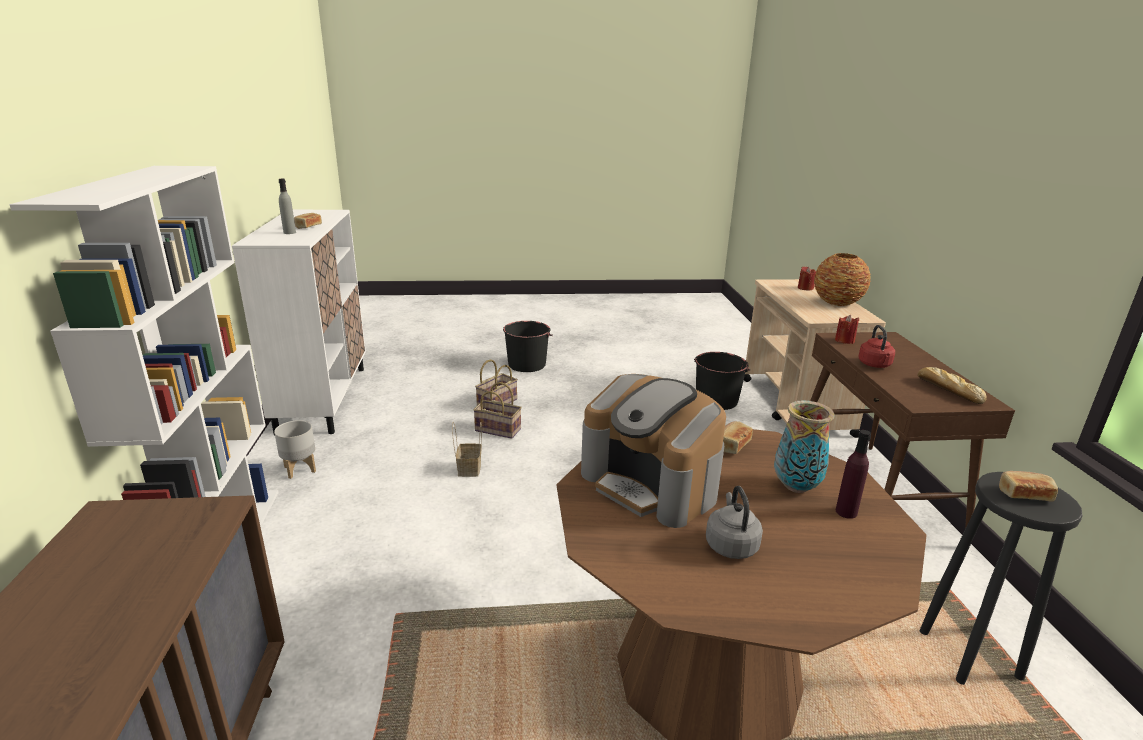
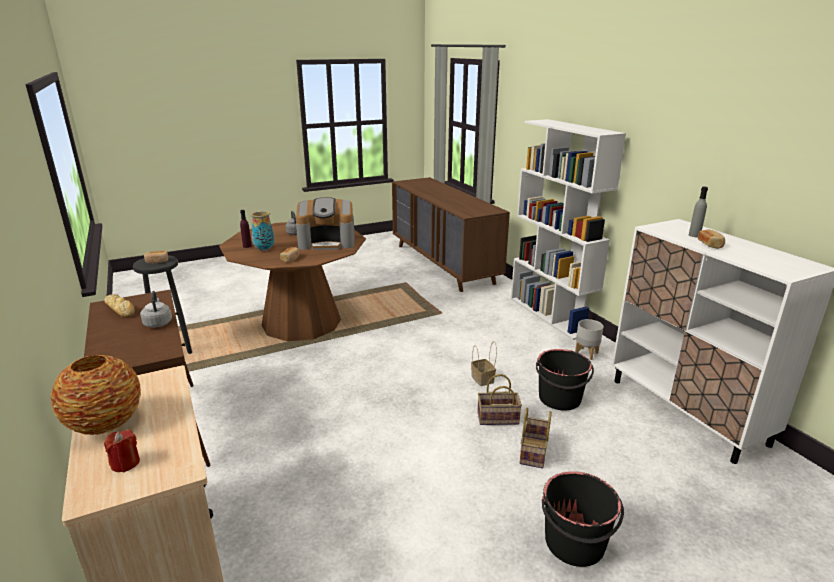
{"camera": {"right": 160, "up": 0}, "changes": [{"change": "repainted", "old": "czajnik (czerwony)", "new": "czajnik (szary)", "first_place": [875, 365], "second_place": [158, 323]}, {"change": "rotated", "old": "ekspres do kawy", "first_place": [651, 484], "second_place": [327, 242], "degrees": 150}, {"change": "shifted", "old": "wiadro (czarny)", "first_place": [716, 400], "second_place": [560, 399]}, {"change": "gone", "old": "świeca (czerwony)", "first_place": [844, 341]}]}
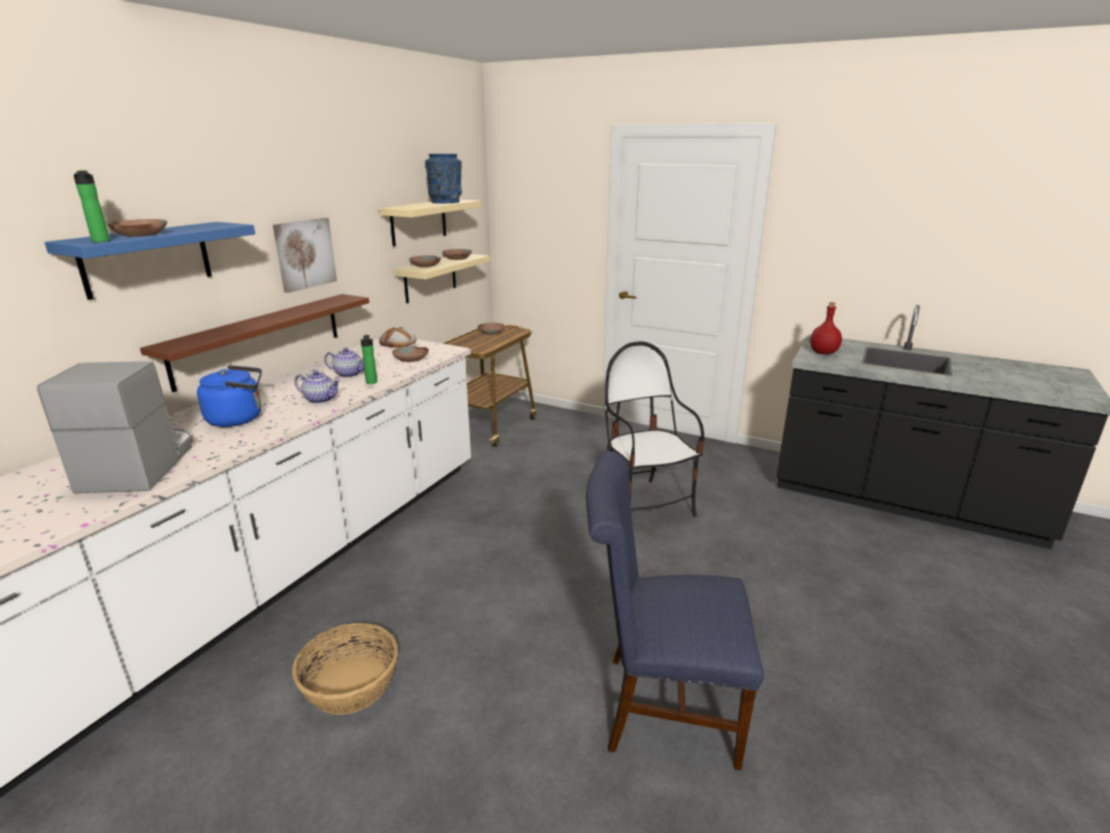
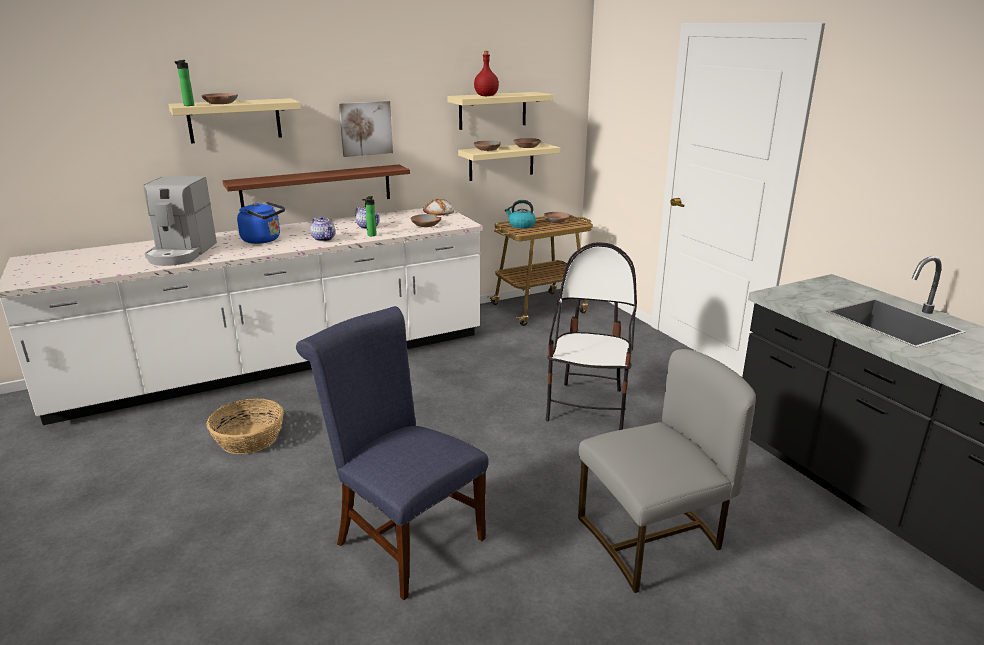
{"camera": {"right": 35, "up": 0}, "changes": [{"change": "rotated", "old": "ekspres do kawy", "first_place": [140, 465], "second_place": [181, 253], "degrees": 150}, {"change": "repainted", "old": "półka (niebieski)", "new": "półka (beżowy)", "first_place": [147, 259], "second_place": [234, 120]}, {"change": "shifted", "old": "butelka (czerwony)", "first_place": [823, 353], "second_place": [486, 96]}, {"change": "new", "new": "czajnik", "second_place": [521, 225]}, {"change": "new", "new": "krzesło (szary)", "second_place": [653, 539]}, {"change": "gone", "old": "wazon (niebieski)", "first_place": [445, 202]}]}
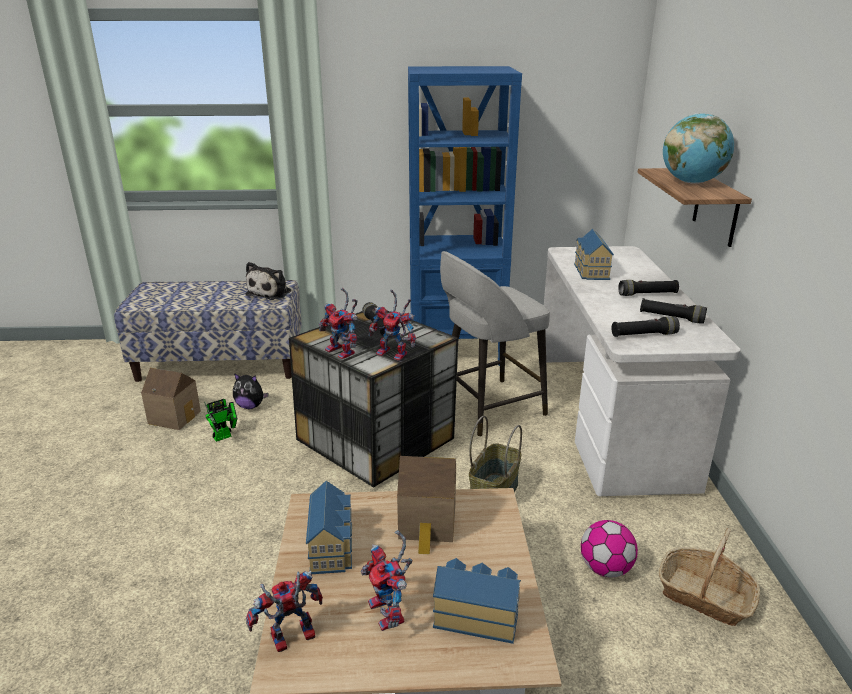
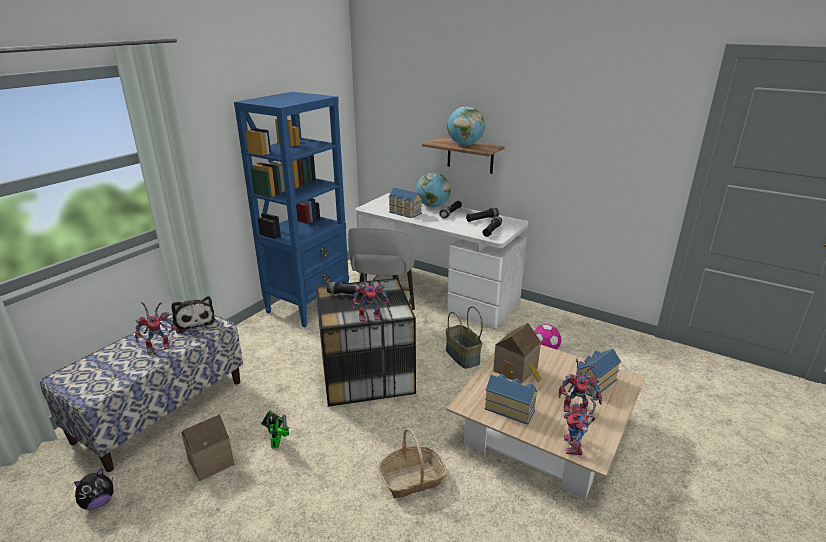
{"camera": {"right": -55, "up": 0}, "changes": [{"change": "shifted", "old": "pluszak", "first_place": [250, 406], "second_place": [98, 503]}, {"change": "shifted", "old": "robot zabawkowy", "first_place": [395, 354], "second_place": [160, 346]}, {"change": "shifted", "old": "koszyk", "first_place": [705, 596], "second_place": [412, 479]}, {"change": "new", "new": "globus", "second_place": [432, 206]}]}
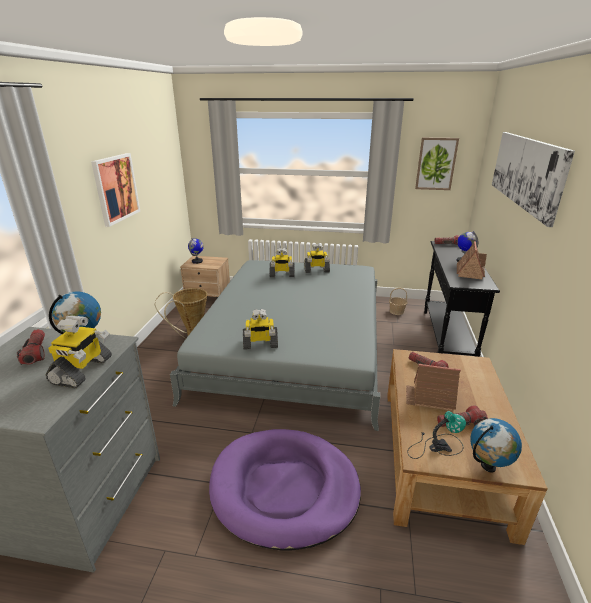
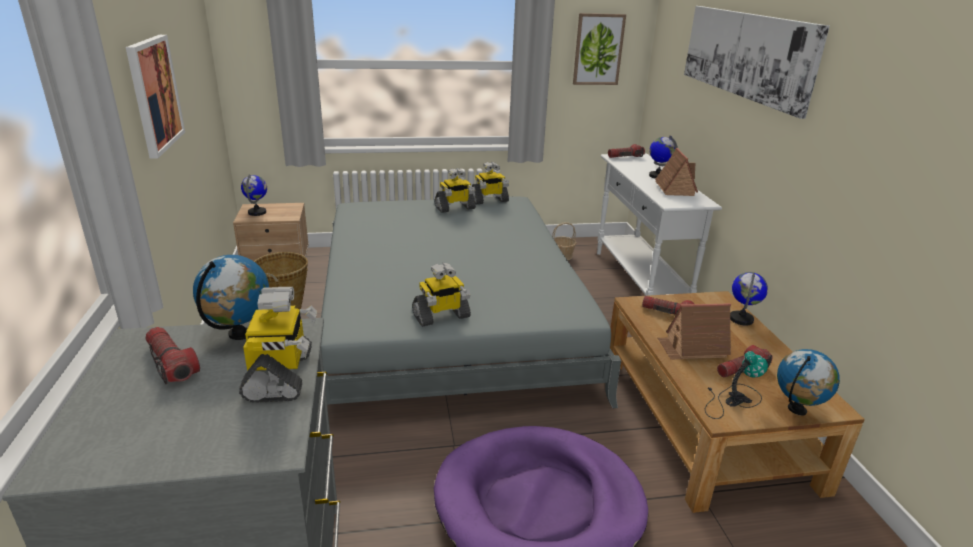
{"camera": {"right": -20, "up": 0}, "changes": [{"change": "shifted", "old": "robot zabawkowy", "first_place": [282, 275], "second_place": [489, 200]}, {"change": "repainted", "old": "stolik konsolowy (czarny)", "new": "stolik konsolowy (biały)", "first_place": [446, 337], "second_place": [639, 281]}, {"change": "new", "new": "globus", "second_place": [741, 319]}]}
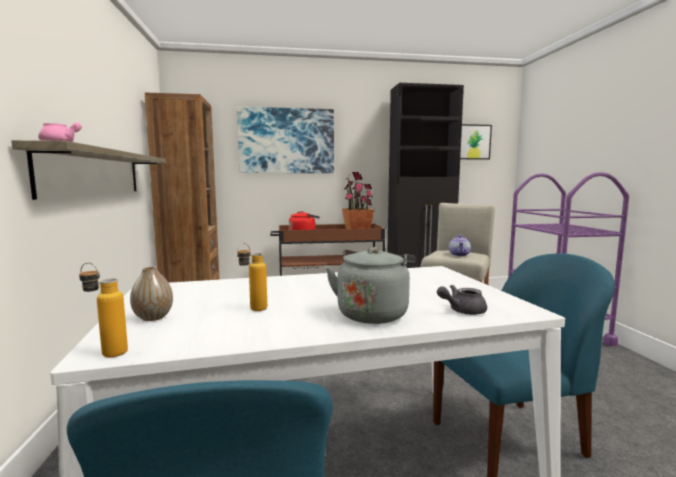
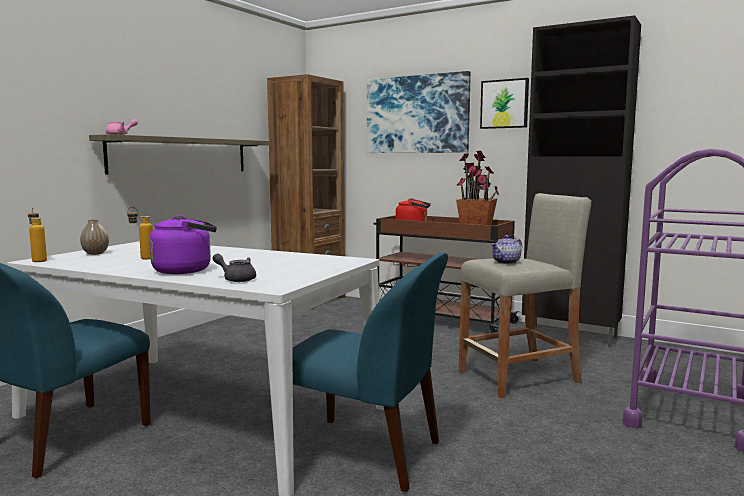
{"camera": {"right": 40, "up": 0}, "changes": [{"change": "repainted", "old": "czajnik (szary)", "new": "czajnik (fioletowy)", "first_place": [373, 313], "second_place": [186, 270]}, {"change": "shifted", "old": "obraz", "first_place": [473, 142], "second_place": [504, 104]}]}
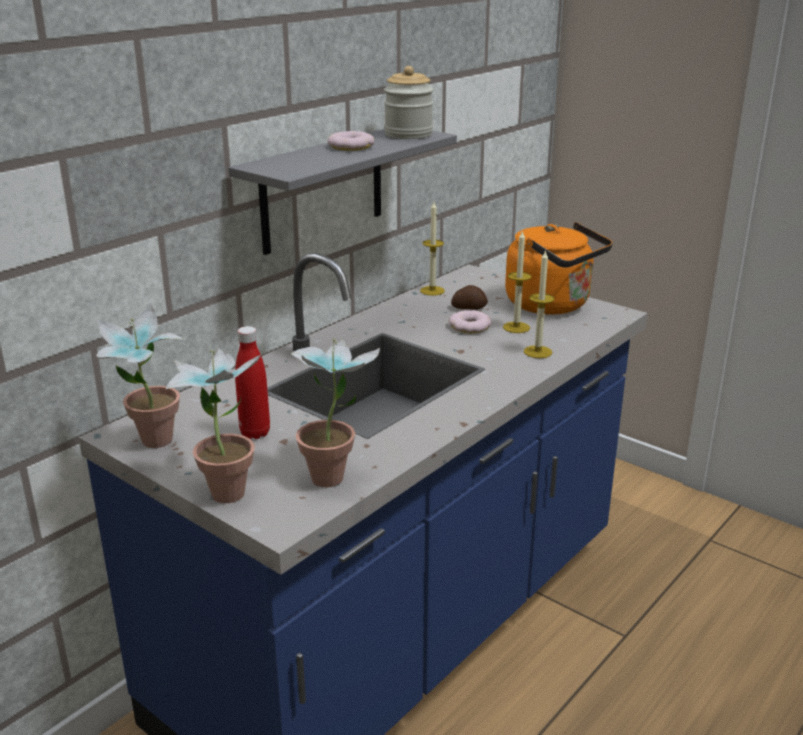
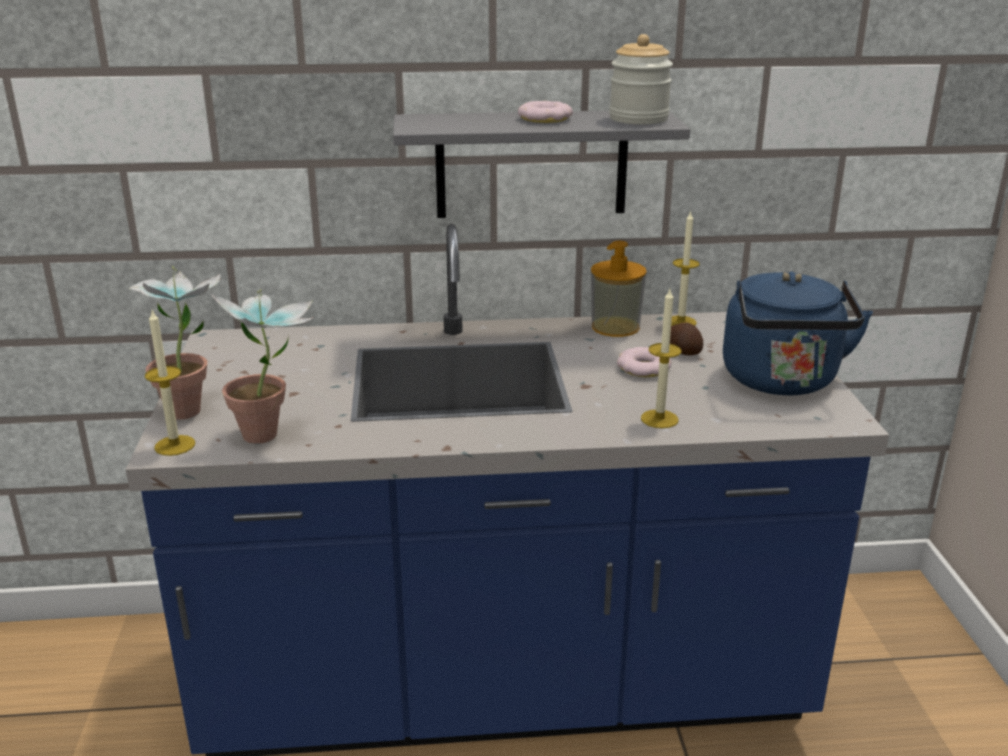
{"camera": {"right": 45, "up": 0}, "changes": [{"change": "shifted", "old": "świeca", "first_place": [516, 327], "second_place": [175, 445]}, {"change": "new", "new": "dozownik mydła", "second_place": [615, 327]}, {"change": "repainted", "old": "czajnik (pomarańczowy)", "new": "czajnik (niebieski)", "first_place": [552, 305], "second_place": [782, 382]}, {"change": "gone", "old": "roślina doniczkowa", "first_place": [151, 446]}, {"change": "gone", "old": "butelka (czerwony)", "first_place": [255, 433]}]}
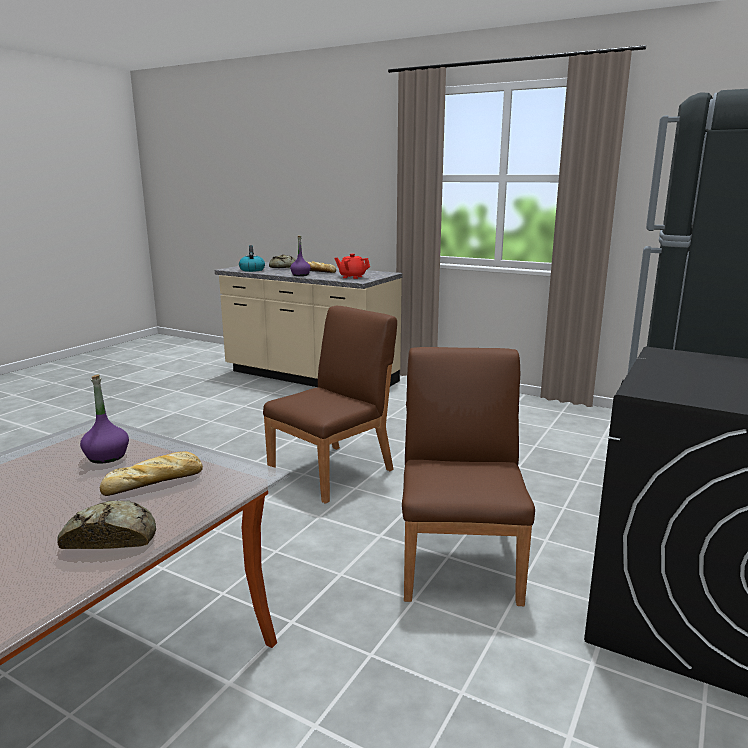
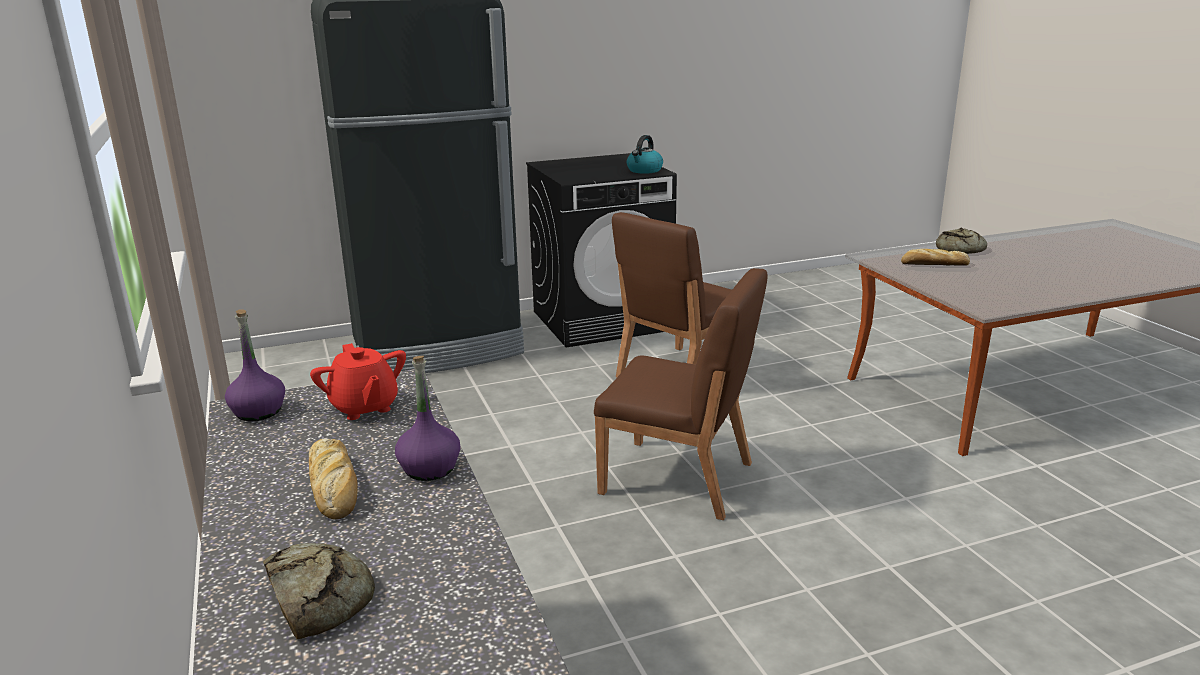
{"camera": {"right": -140, "up": 5}, "changes": [{"change": "shifted", "old": "butelka (fioletowy)", "first_place": [106, 456], "second_place": [259, 412]}, {"change": "rotated", "old": "krzesło (brązowy)", "first_place": [333, 472], "second_place": [678, 479], "degrees": -150}, {"change": "shifted", "old": "czajnik", "first_place": [252, 270], "second_place": [644, 170]}]}
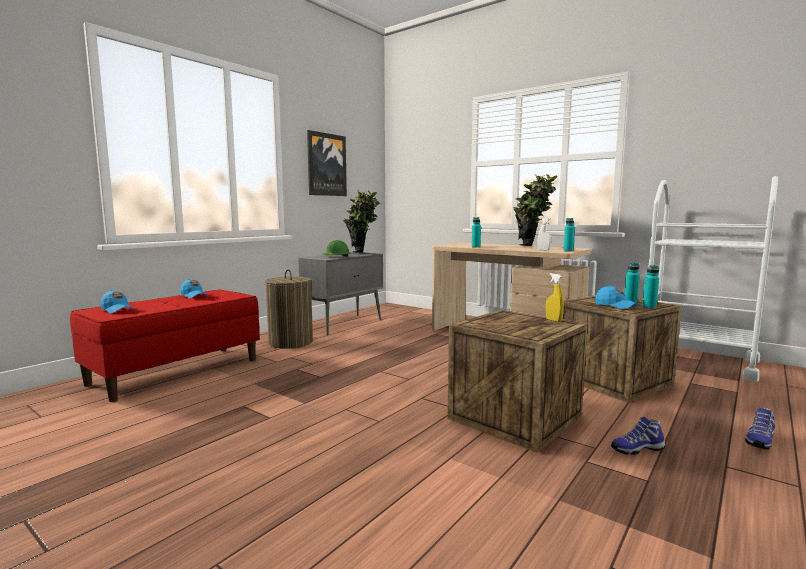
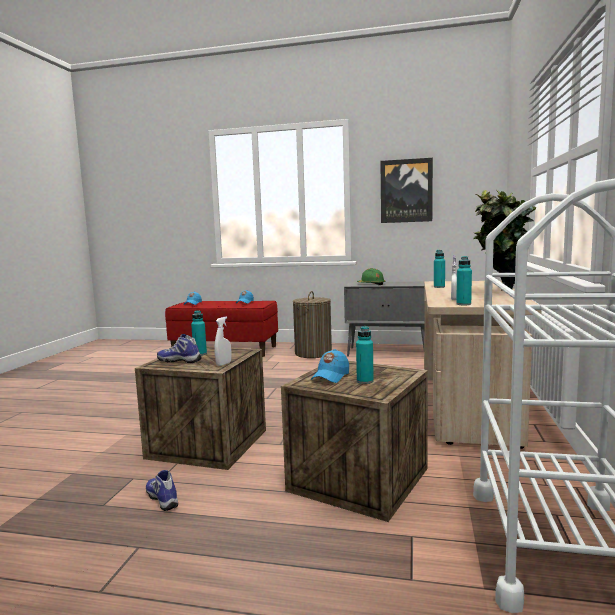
{"camera": {"right": 65, "up": 0}, "changes": [{"change": "shifted", "old": "but", "first_place": [759, 440], "second_place": [180, 361]}, {"change": "shifted", "old": "butelka (turkusowy)", "first_place": [649, 307], "second_place": [200, 354]}, {"change": "repainted", "old": "spryskiwacz (żółty)", "new": "spryskiwacz (biały)", "first_place": [553, 320], "second_place": [223, 364]}, {"change": "gone", "old": "roślina doniczkowa", "first_place": [362, 253]}]}
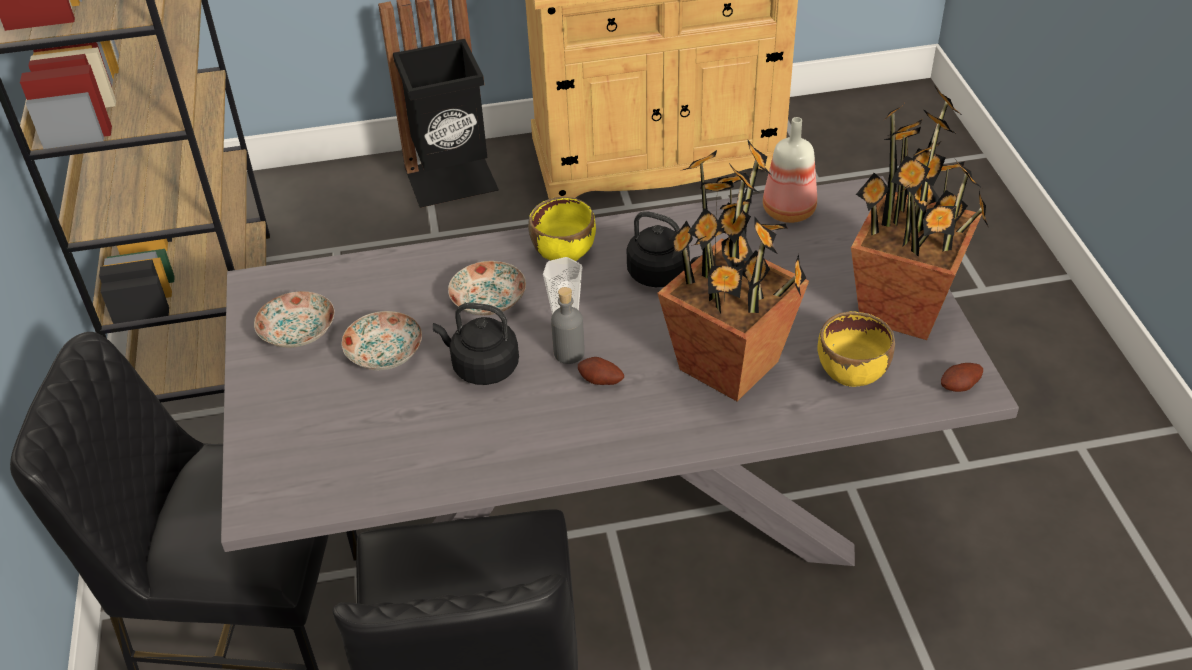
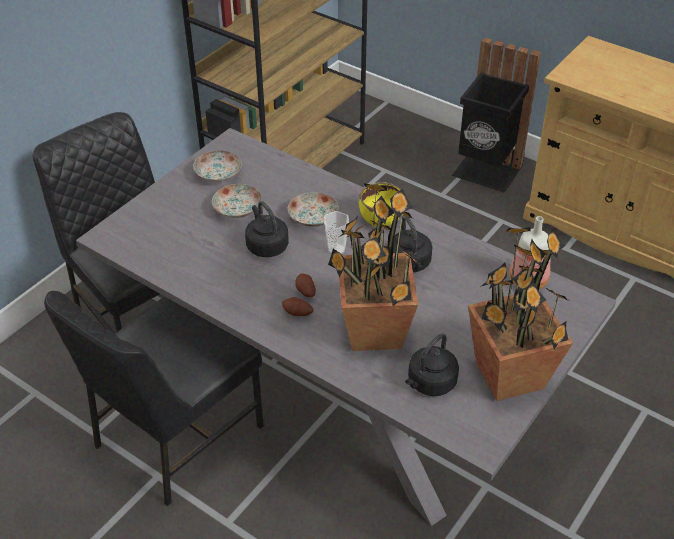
{"camera": {"right": 45, "up": 0}, "changes": [{"change": "shifted", "old": "ziemniak", "first_place": [960, 387], "second_place": [297, 314]}, {"change": "swapped", "old": "miska (żółty)", "new": "czajnik (czarny)", "first_place": [852, 372], "second_place": [430, 383]}, {"change": "gone", "old": "butelka (szary)", "first_place": [569, 353]}]}
